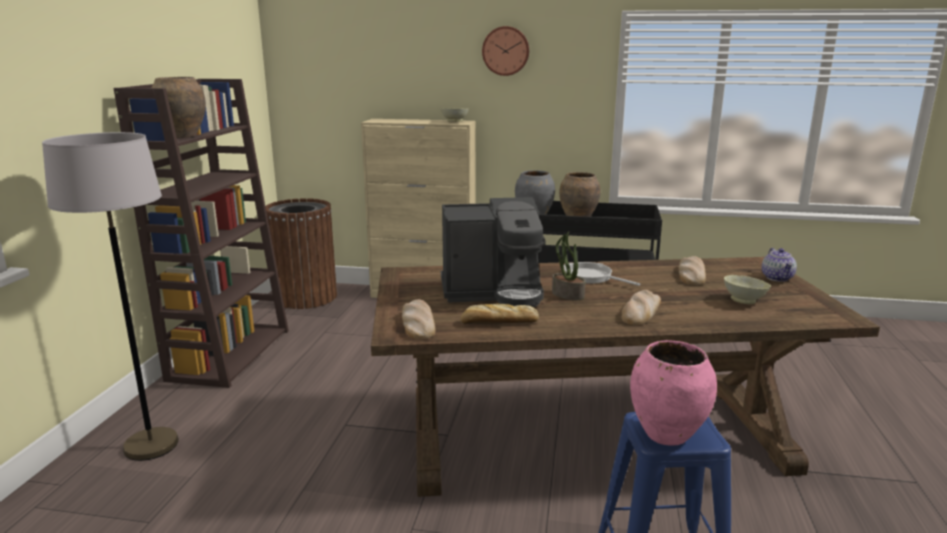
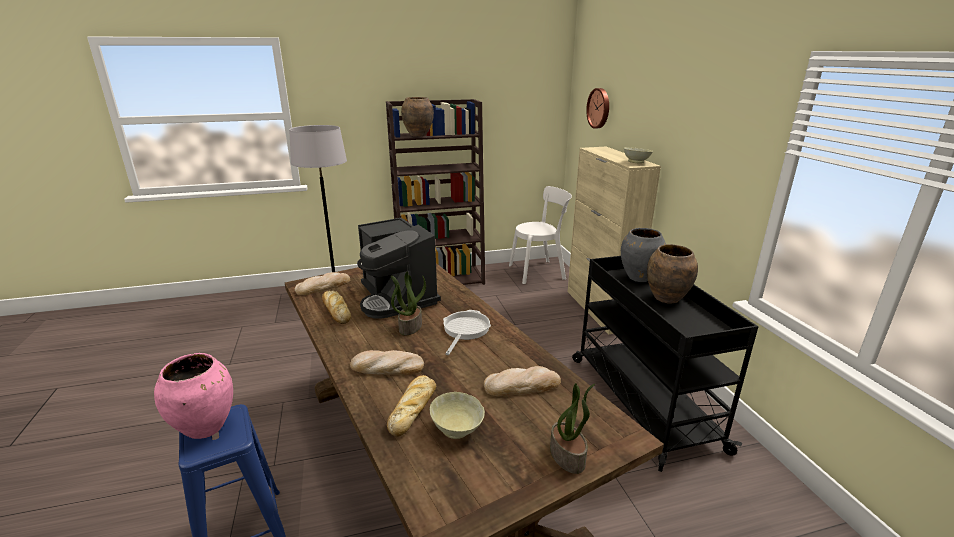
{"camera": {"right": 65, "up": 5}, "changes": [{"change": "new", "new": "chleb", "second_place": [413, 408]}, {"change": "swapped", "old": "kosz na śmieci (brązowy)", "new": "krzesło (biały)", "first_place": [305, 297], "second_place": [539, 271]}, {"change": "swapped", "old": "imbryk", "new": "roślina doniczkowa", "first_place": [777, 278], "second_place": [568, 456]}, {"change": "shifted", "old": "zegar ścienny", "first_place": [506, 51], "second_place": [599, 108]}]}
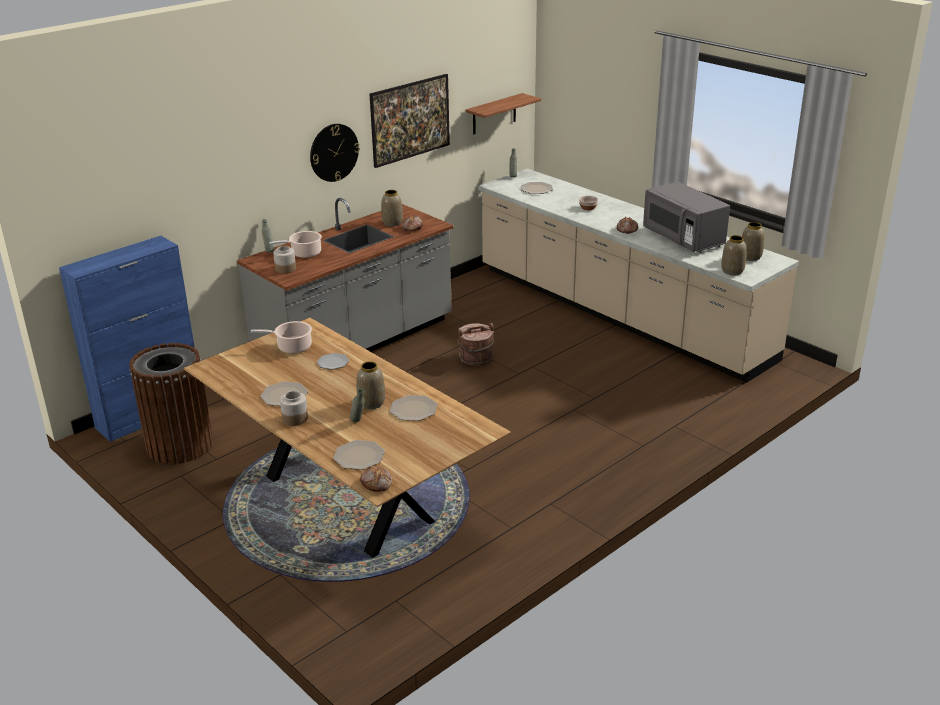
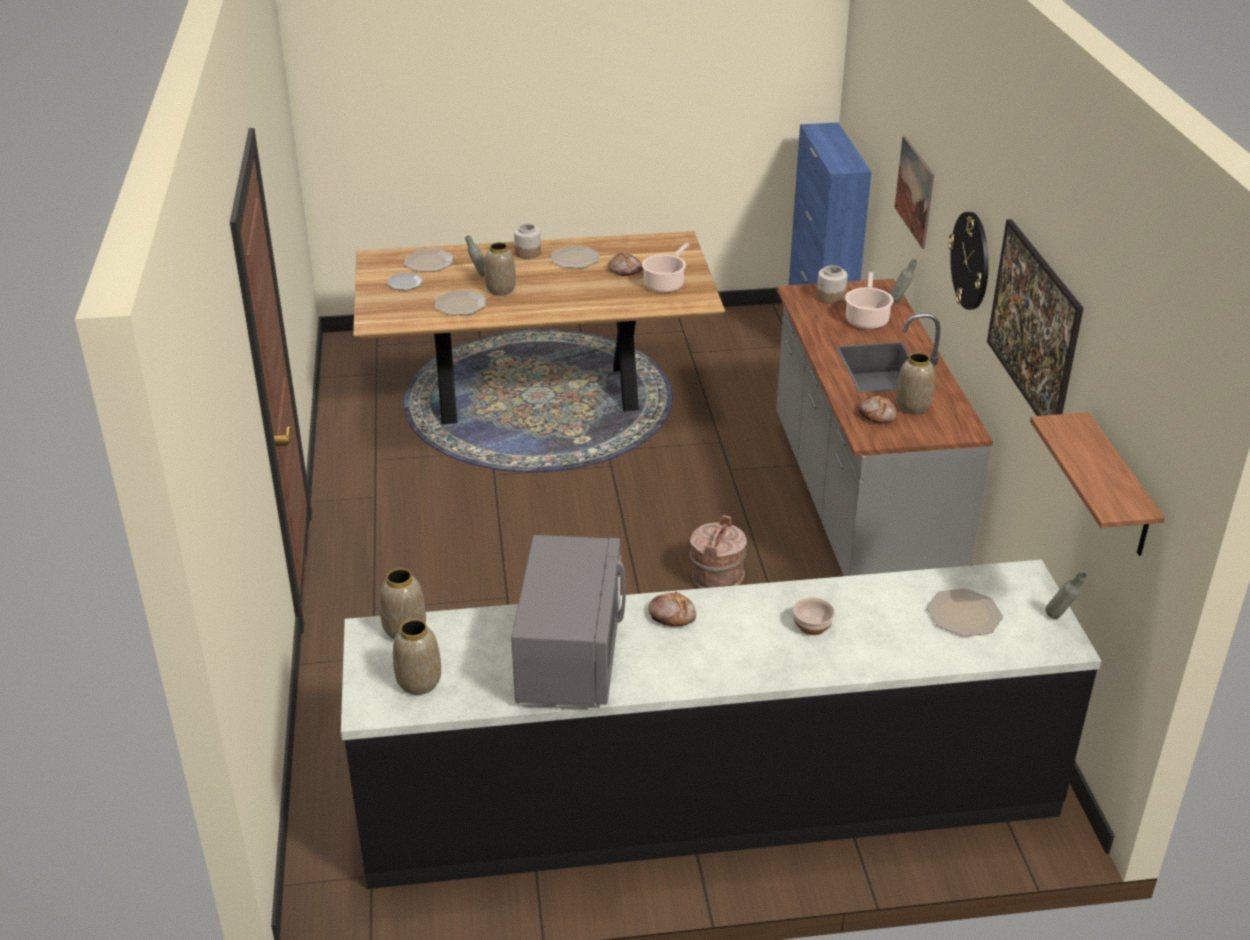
{"camera": {"right": 125, "up": 5}, "changes": [{"change": "repainted", "old": "zabudowa kuchenna (beżowy)", "new": "zabudowa kuchenna (czarny)", "first_place": [619, 313], "second_place": [709, 795]}, {"change": "shifted", "old": "talerz", "first_place": [332, 362], "second_place": [405, 283]}, {"change": "rotated", "old": "mikrofalówka (szary)", "first_place": [683, 238], "second_place": [569, 656], "degrees": 90}, {"change": "shifted", "old": "chleb", "first_place": [377, 483], "second_place": [625, 270]}, {"change": "new", "new": "obraz", "second_place": [914, 191]}, {"change": "gone", "old": "kosz na śmieci (brązowy)", "first_place": [179, 445]}]}
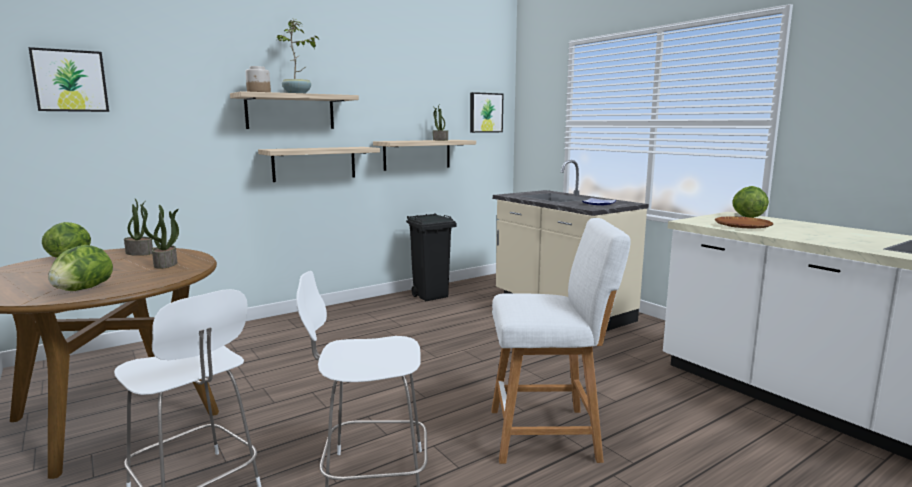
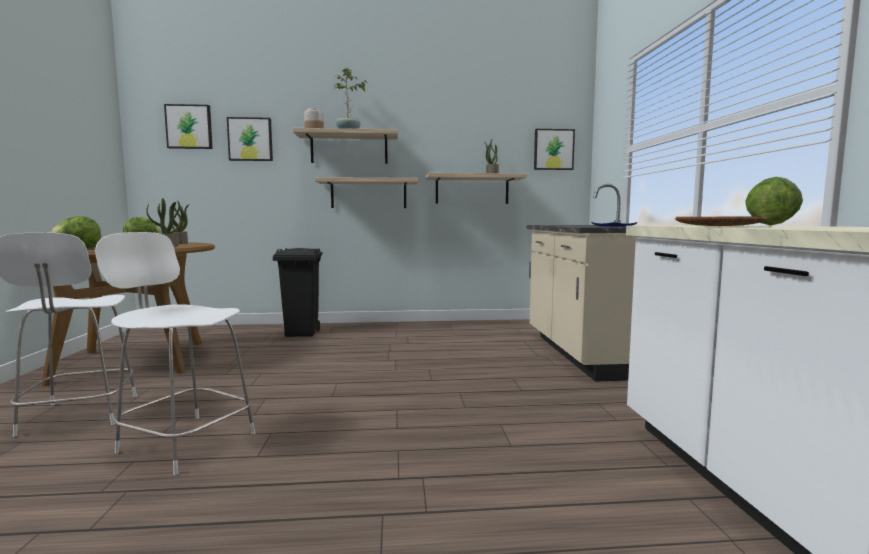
{"camera": {"right": 30, "up": -5}, "changes": [{"change": "new", "new": "obraz", "second_place": [250, 139]}, {"change": "shifted", "old": "kosz na śmieci (czarny)", "first_place": [431, 296], "second_place": [302, 333]}, {"change": "gone", "old": "stołek (biały)", "first_place": [549, 434]}]}
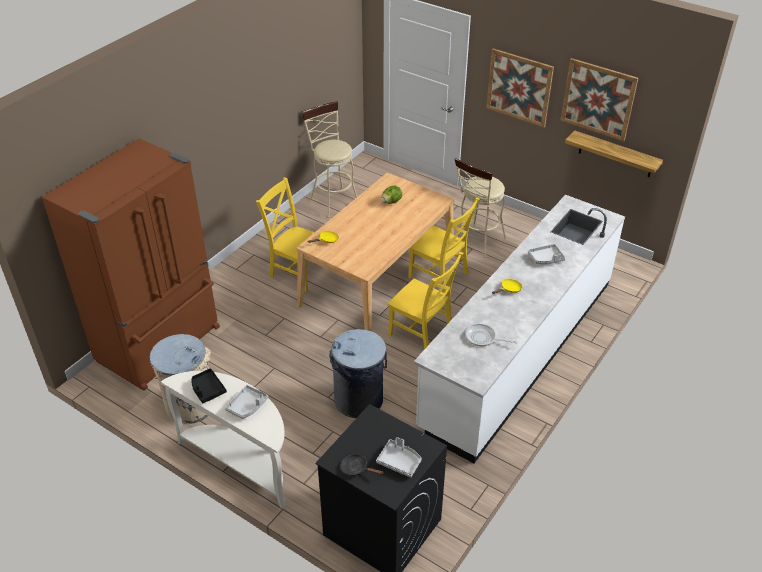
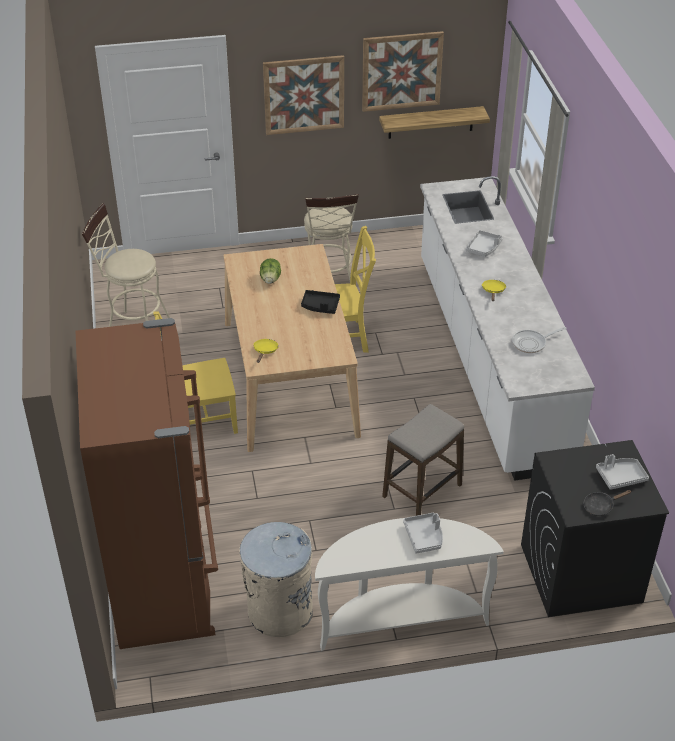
{"camera": {"right": -45, "up": 0}, "changes": [{"change": "shifted", "old": "taca (czarny)", "first_place": [207, 389], "second_place": [320, 306]}, {"change": "swapped", "old": "kosz na śmieci (szary)", "new": "stołek", "first_place": [359, 400], "second_place": [422, 491]}, {"change": "gone", "old": "krzesło (żółty)", "first_place": [422, 333]}]}
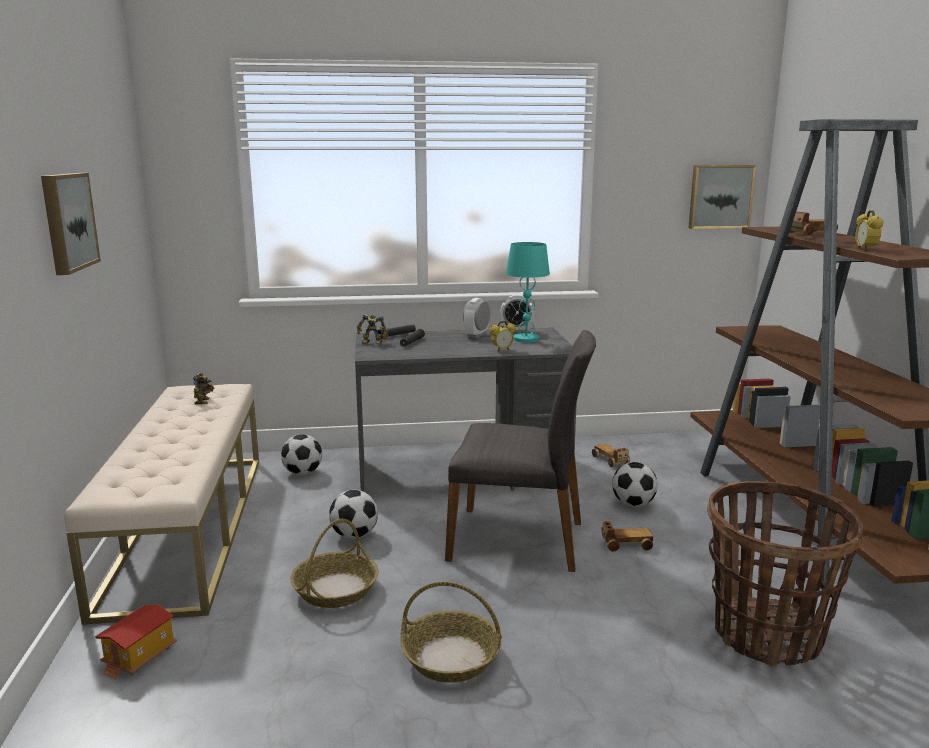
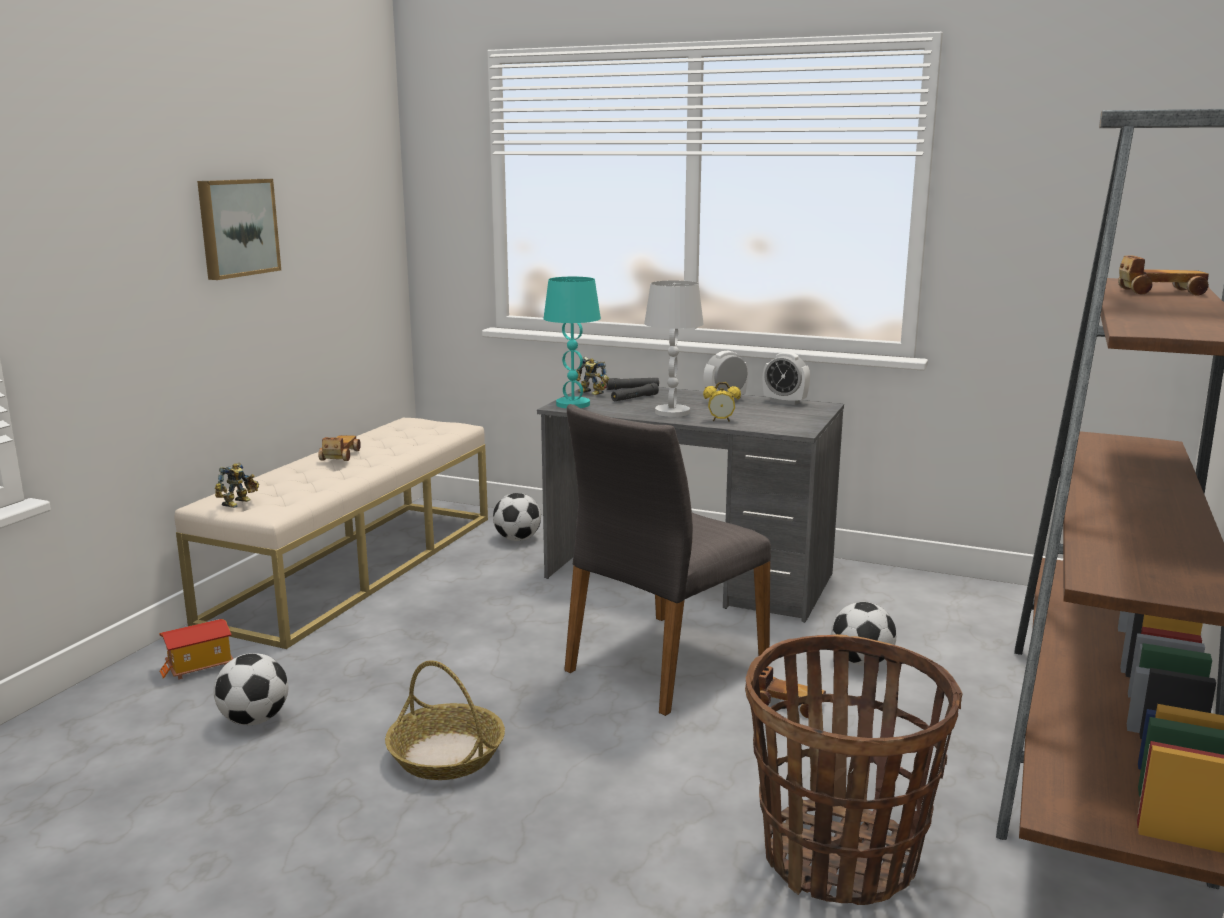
{"camera": {"right": 30, "up": 0}, "changes": [{"change": "shifted", "old": "piłka futbolowa", "first_place": [354, 535], "second_place": [254, 720]}, {"change": "shifted", "old": "robot zabawkowy", "first_place": [204, 401], "second_place": [239, 503]}, {"change": "shifted", "old": "samochodzik", "first_place": [610, 460], "second_place": [340, 456]}, {"change": "shifted", "old": "lampa stołowa (turkusowy)", "first_place": [526, 339], "second_place": [572, 404]}, {"change": "rotated", "old": "krzesło (szary)", "first_place": [519, 539], "second_place": [663, 663], "degrees": 90}, {"change": "new", "new": "lampa stołowa (biały)", "second_place": [672, 412]}, {"change": "gone", "old": "koszyk", "first_place": [335, 589]}, {"change": "gone", "old": "obraz", "first_place": [720, 196]}, {"change": "gone", "old": "budzik", "first_place": [865, 249]}]}
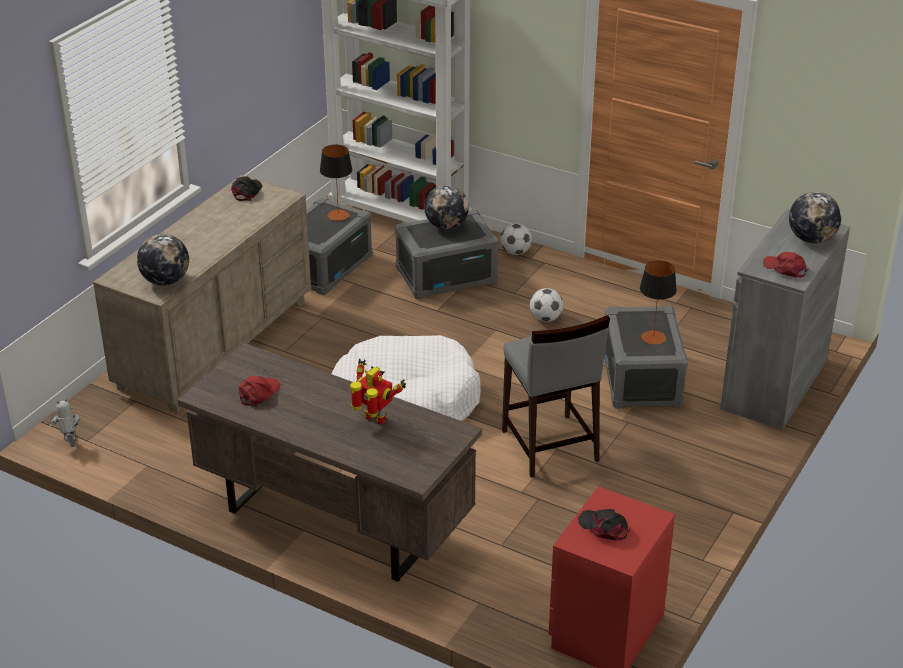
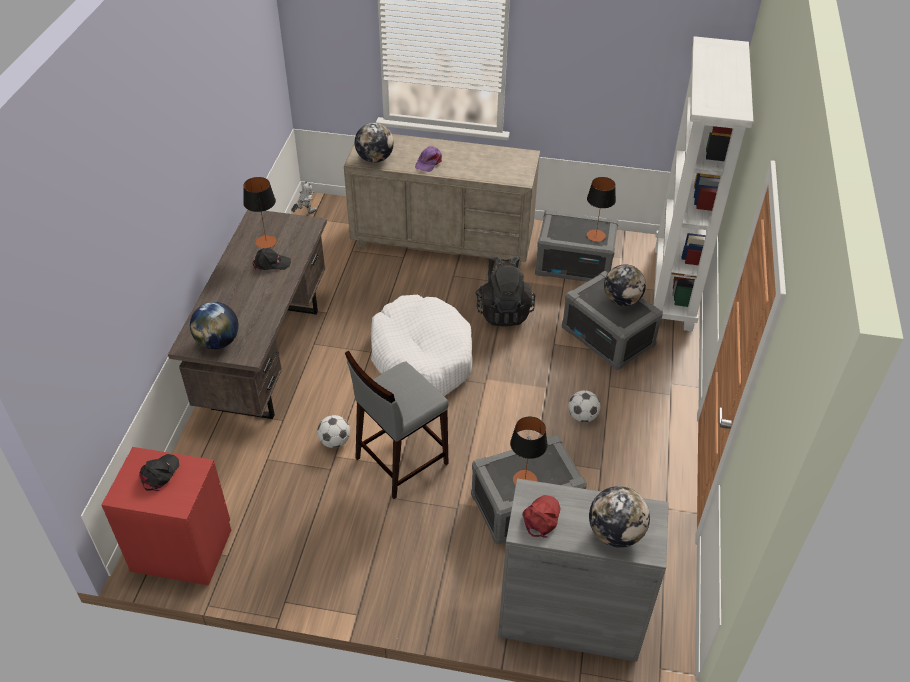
{"camera": {"right": 70, "up": 10}, "changes": [{"change": "new", "new": "globus", "second_place": [218, 342]}, {"change": "swapped", "old": "czapka z daszkiem (czerwony)", "new": "lampa stołowa", "first_place": [259, 393], "second_place": [266, 242]}, {"change": "shifted", "old": "czapka z daszkiem (czarny)", "first_place": [247, 192], "second_place": [271, 263]}, {"change": "shifted", "old": "piłka futbolowa", "first_place": [515, 252], "second_place": [335, 441]}, {"change": "new", "new": "czapka z daszkiem (fioletowy)", "second_place": [428, 162]}, {"change": "new", "new": "plecak (czarny)", "second_place": [504, 311]}, {"change": "gone", "old": "robot zabawkowy", "first_place": [375, 419]}]}
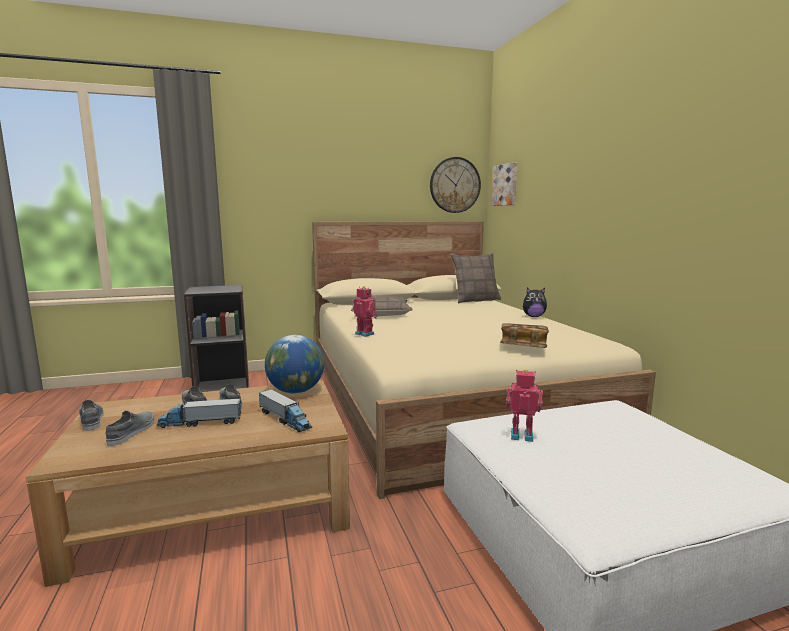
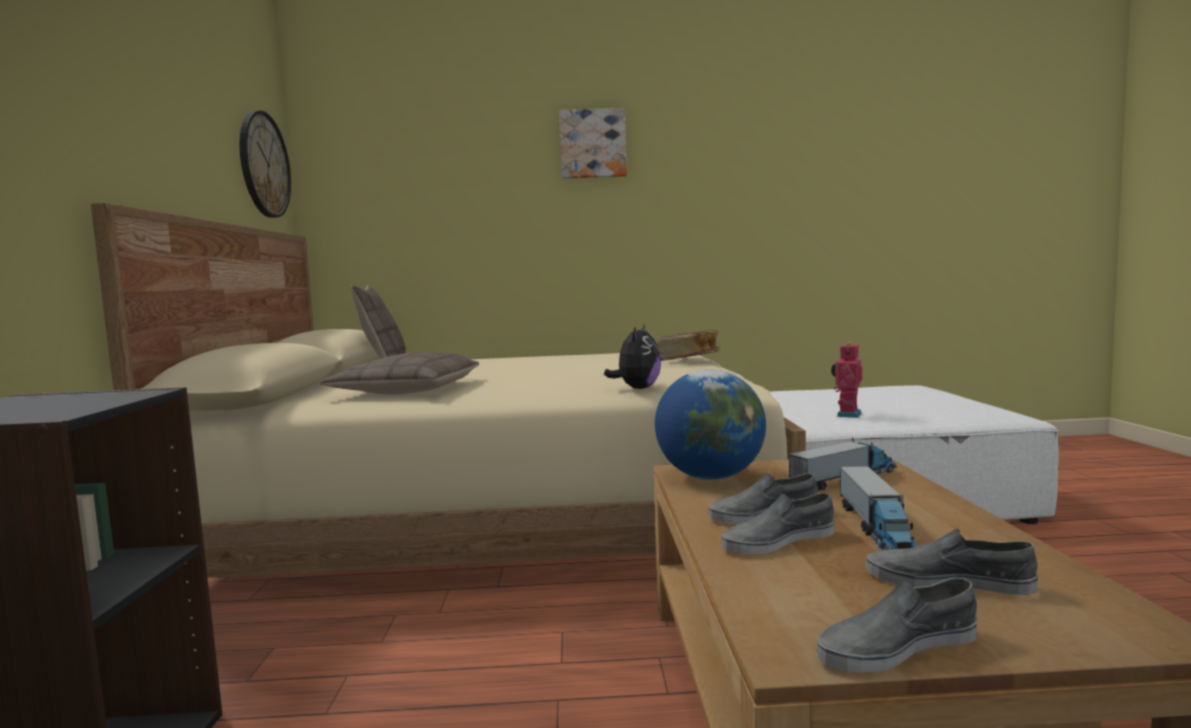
{"camera": {"right": -75, "up": -5}, "changes": [{"change": "shifted", "old": "obraz", "first_place": [506, 185], "second_place": [593, 144]}, {"change": "shifted", "old": "pluszak", "first_place": [533, 316], "second_place": [637, 388]}, {"change": "gone", "old": "robot zabawkowy", "first_place": [365, 334]}]}
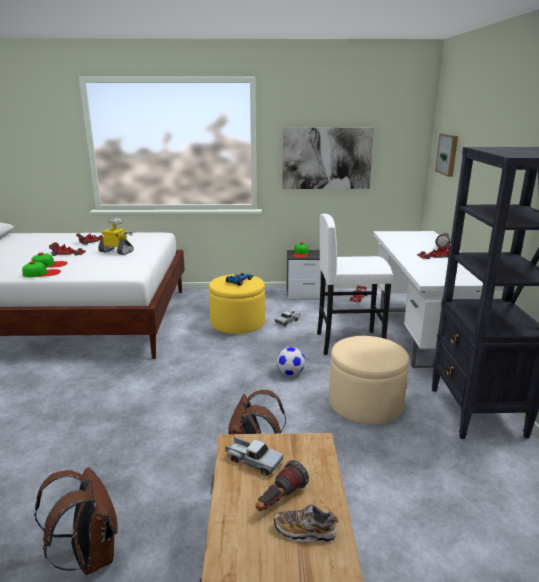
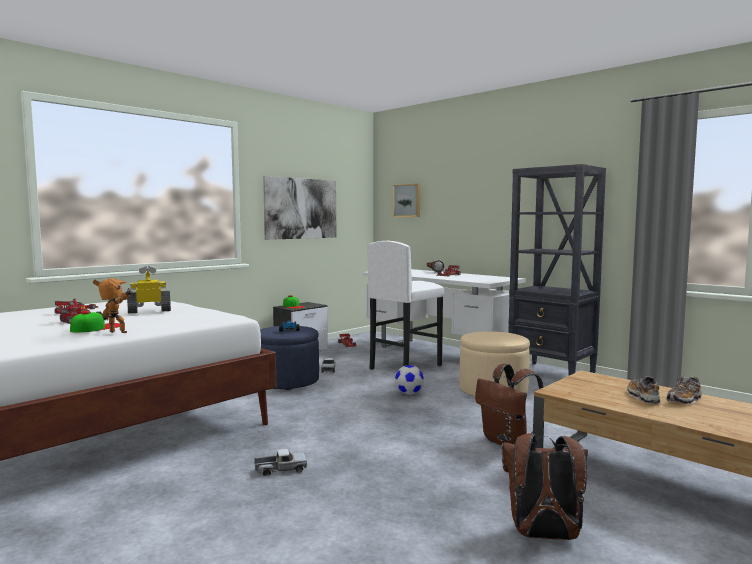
{"camera": {"right": -45, "up": -15}, "changes": [{"change": "swapped", "old": "czapka z daszkiem", "new": "robot zabawkowy", "first_place": [42, 273], "second_place": [116, 333]}, {"change": "shifted", "old": "ciężarówka zabawkowa", "first_place": [253, 461], "second_place": [280, 469]}, {"change": "repainted", "old": "pufa (żółty)", "new": "pufa (niebieski)", "first_place": [237, 323], "second_place": [287, 381]}, {"change": "swapped", "old": "latarka", "new": "but", "first_place": [279, 500], "second_place": [643, 397]}]}
